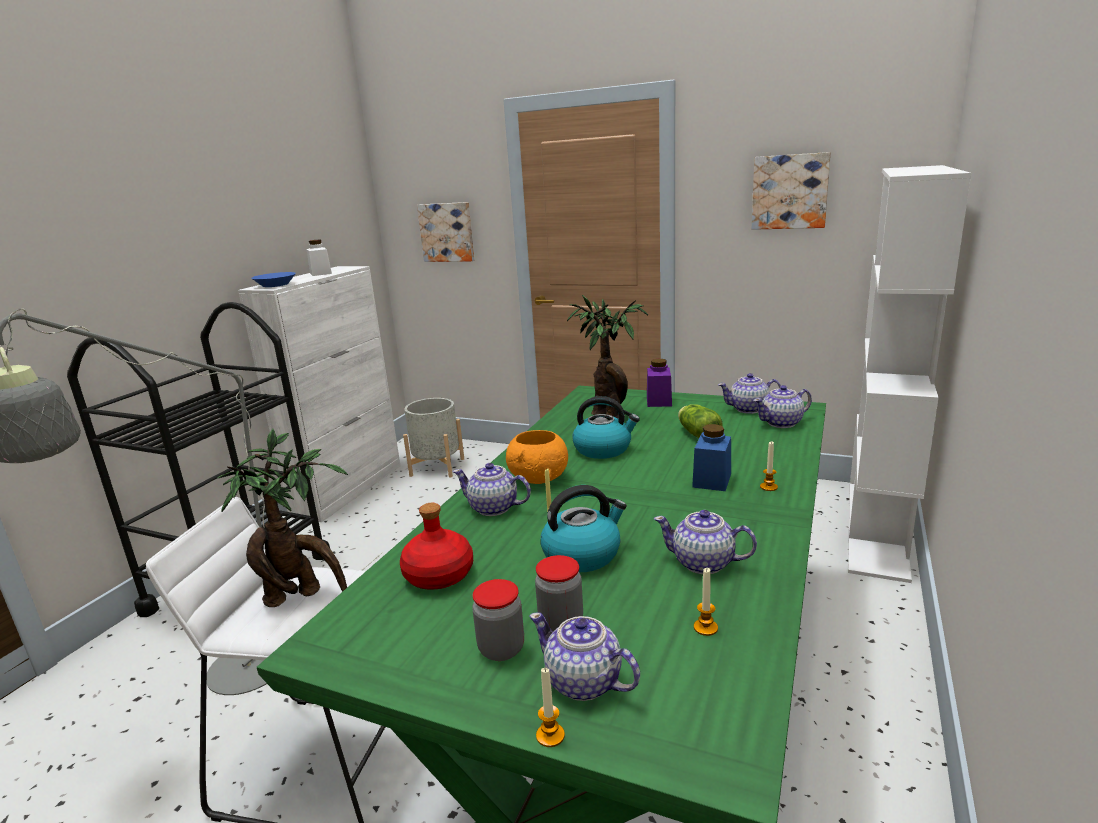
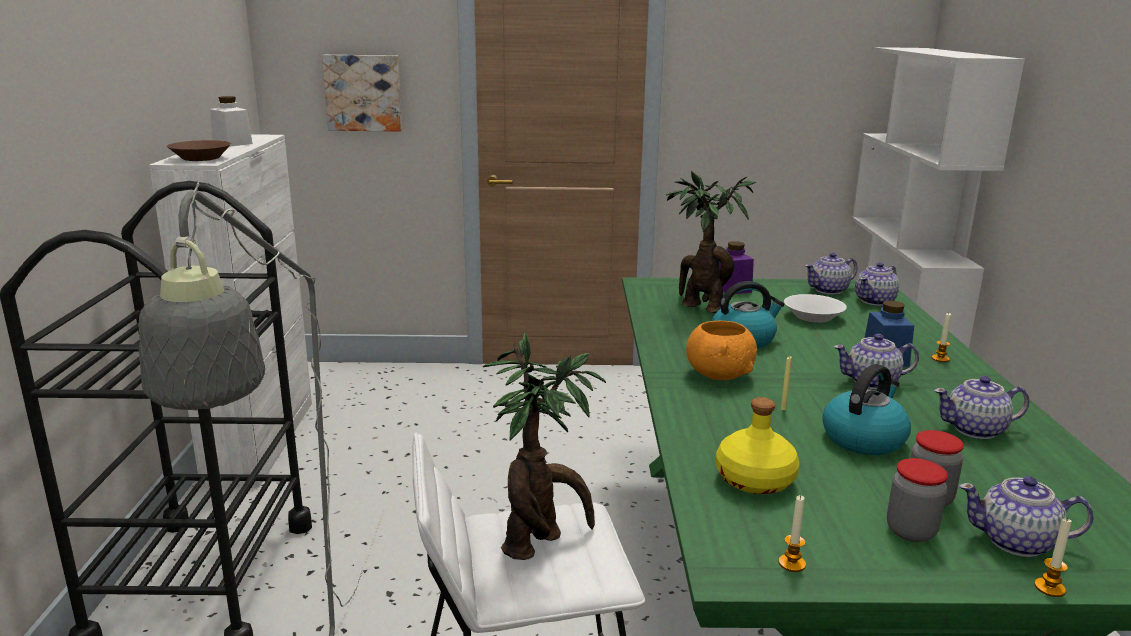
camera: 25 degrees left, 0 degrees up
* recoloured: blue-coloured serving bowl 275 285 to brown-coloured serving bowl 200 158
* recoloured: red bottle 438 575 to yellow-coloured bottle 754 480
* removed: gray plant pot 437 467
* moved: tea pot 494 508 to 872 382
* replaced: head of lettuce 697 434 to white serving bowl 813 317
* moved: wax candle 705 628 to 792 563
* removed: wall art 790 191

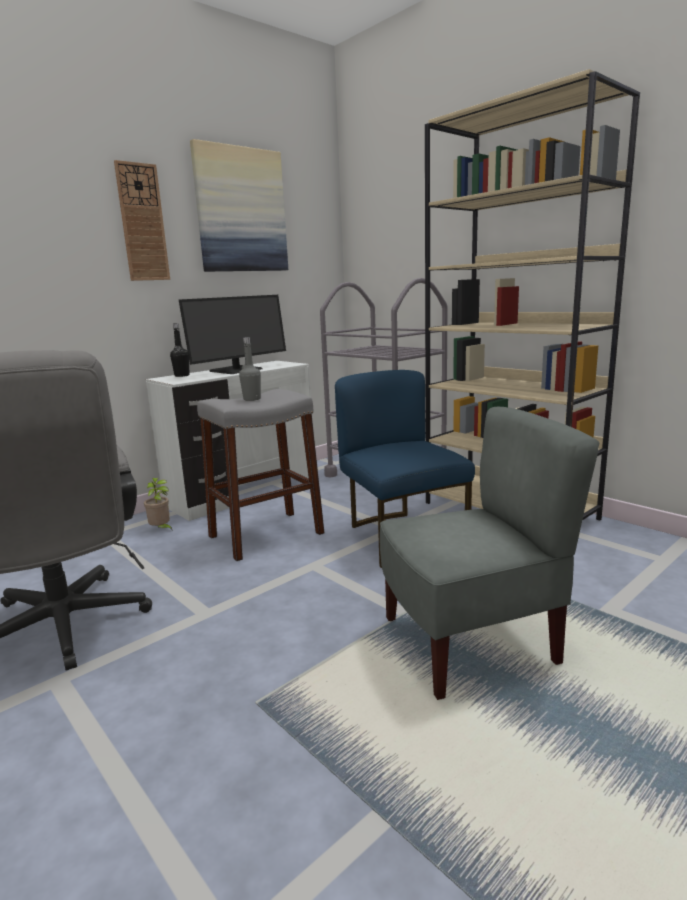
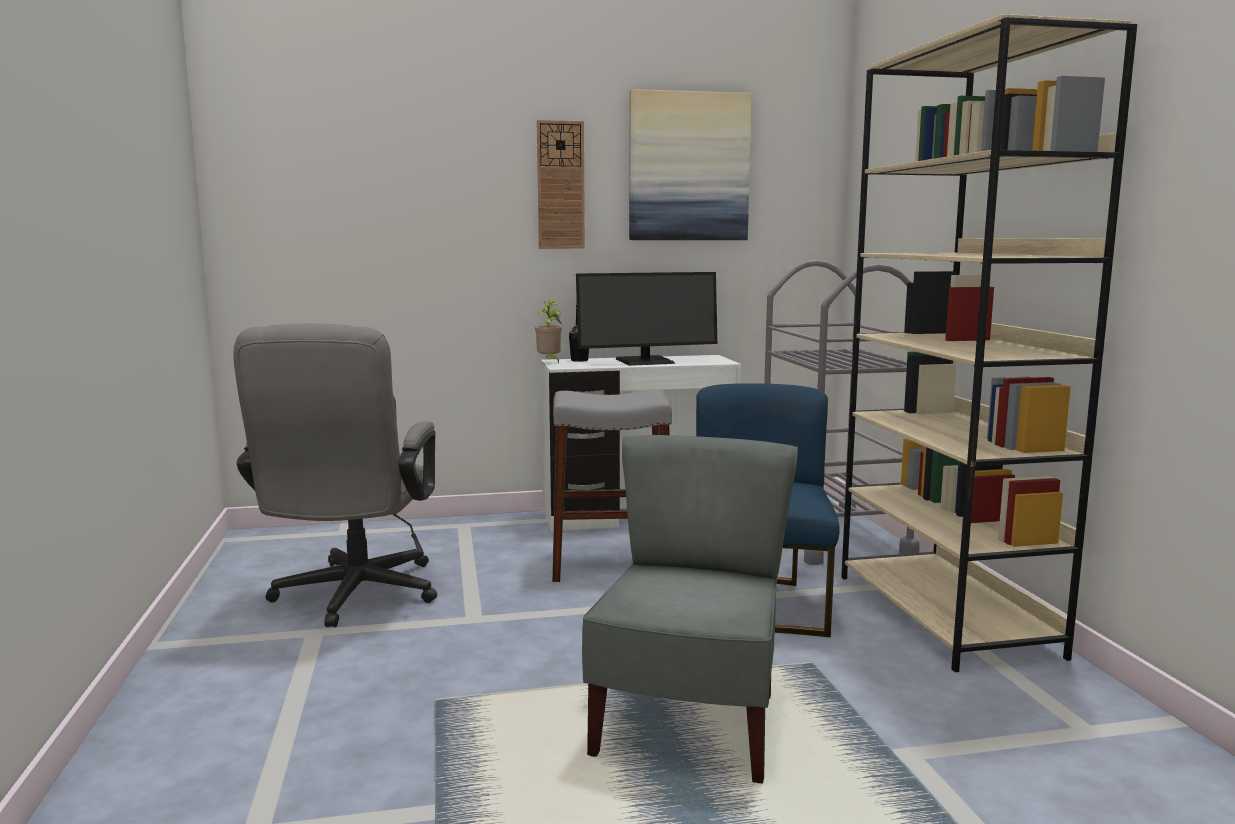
camera: 30 degrees right, 5 degrees down
* moved: potted plant 161 530 to 549 362
* removed: gray bottle 252 399
* turned: gray chair 470 642 = 690 725 90 degrees counterclockwise

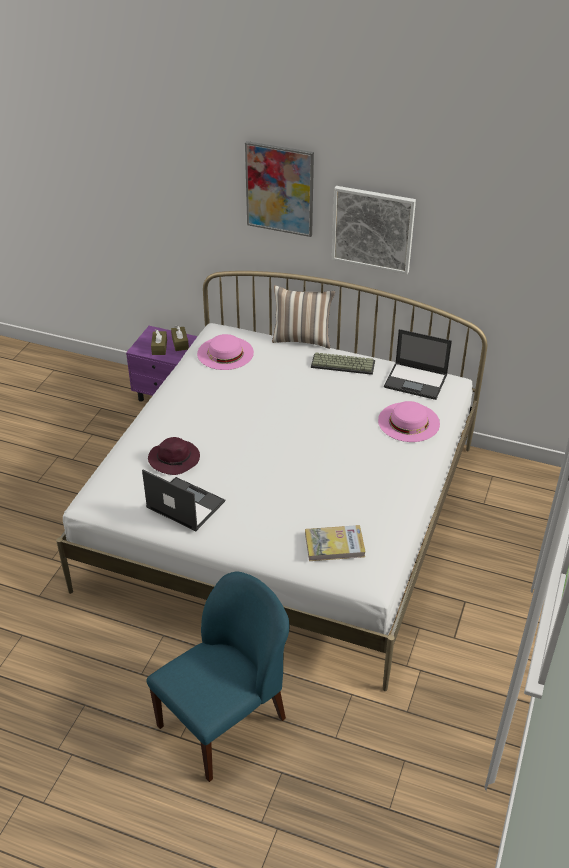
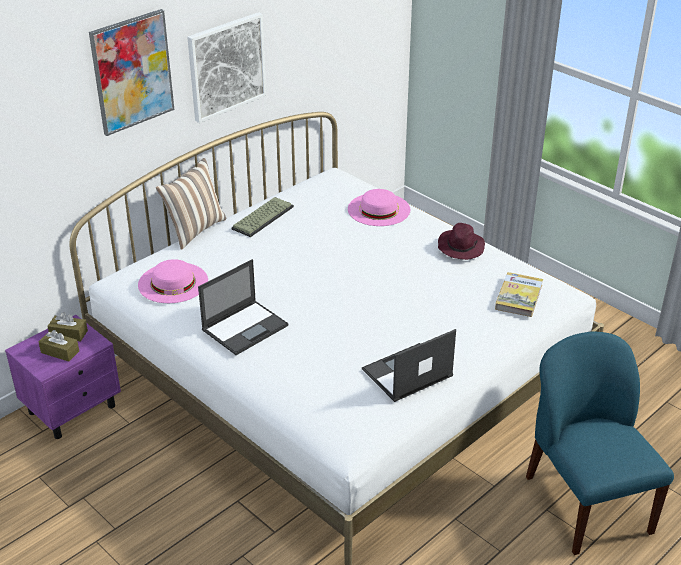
camera: 65 degrees left, 5 degrees down
* moved: purplish wearable hat 175 459 to 460 247
* moved: notebook computer 416 381 to 245 327

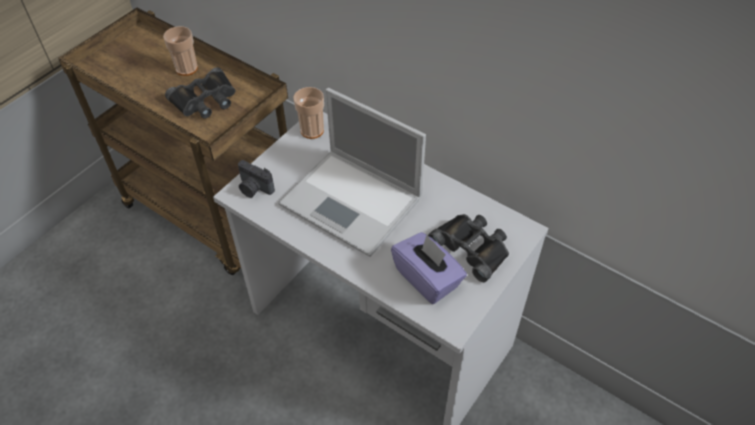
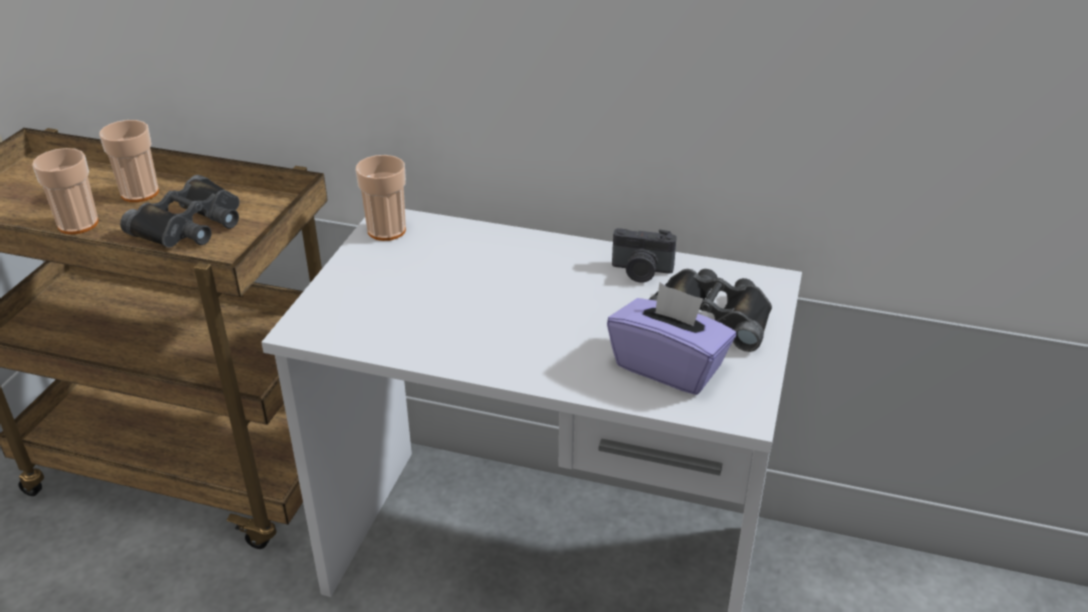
camera: 20 degrees left, 15 degrees down
* moved: photo camera 254 188 to 641 271
* removed: notebook computer 353 202
* added: small cup 78 224

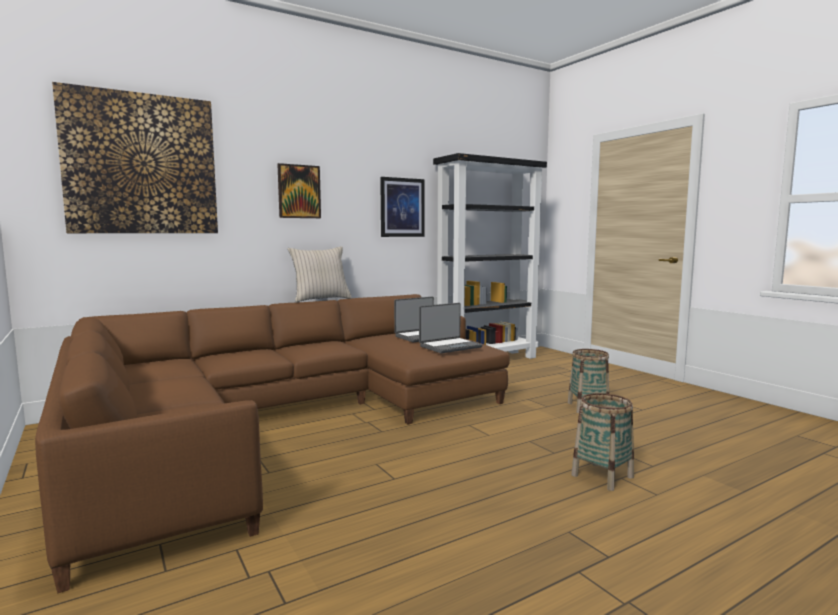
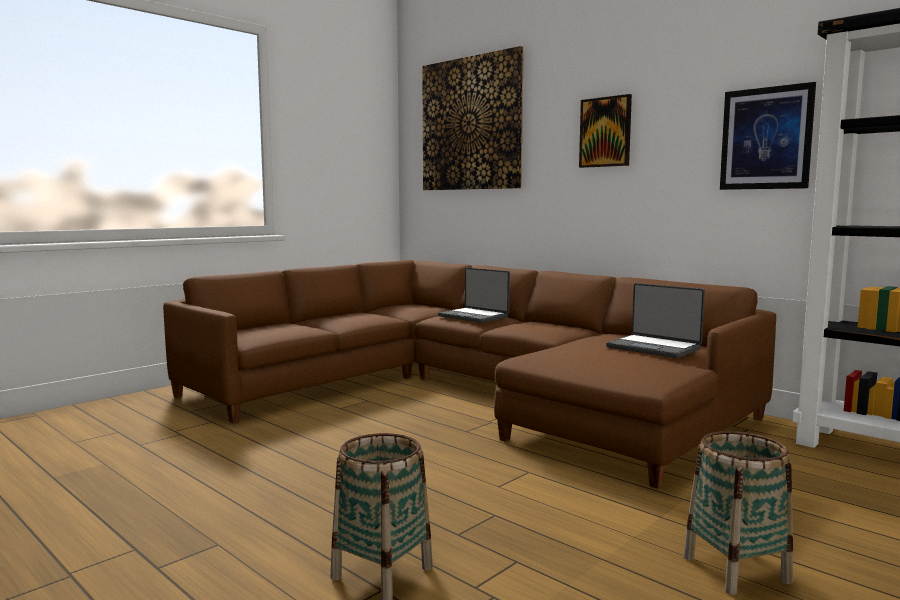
camera: 75 degrees right, 0 degrees up
* removed: beige pillow 320 299
* moved: notebook computer 449 346 to 474 316

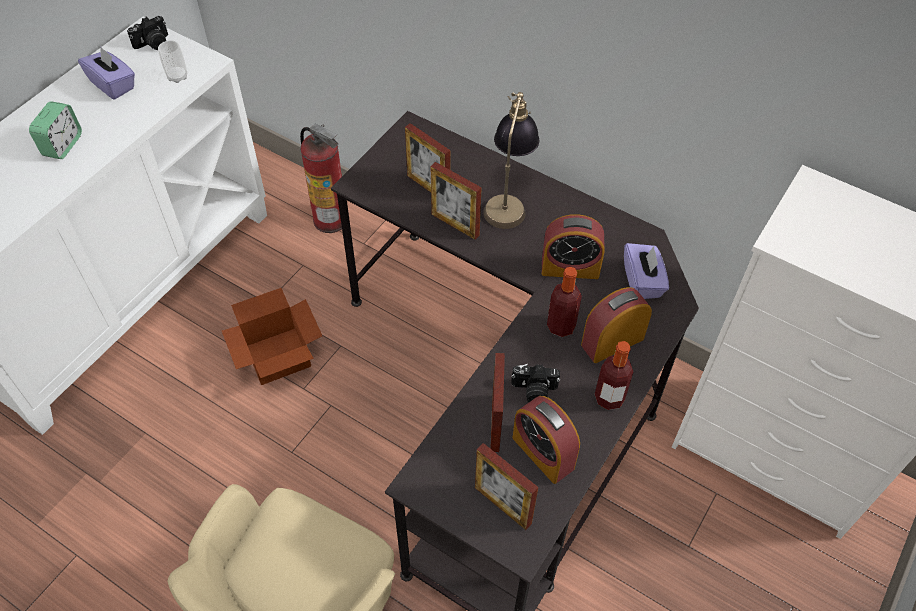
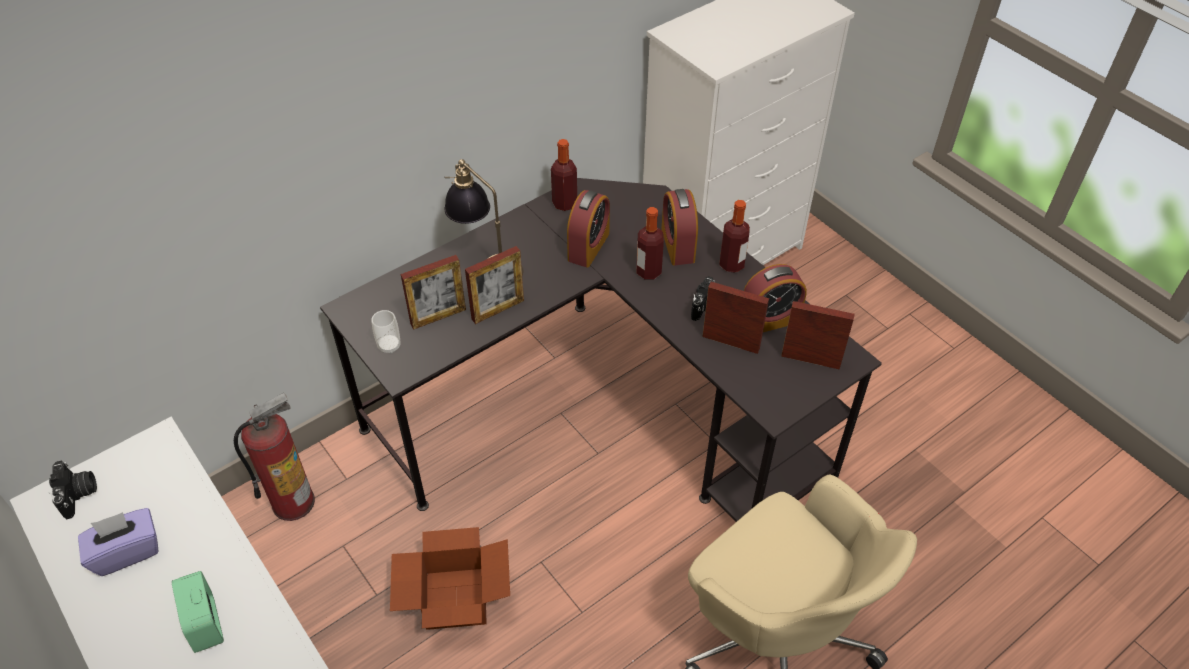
camera: 70 degrees left, 5 degrees down
* turned: table clock 62 145 = 206 624 150 degrees counterclockwise
* moved: small cup 177 77 to 389 346
* turned: photo frame 502 505 = 810 360 135 degrees counterclockwise
* removed: purplish tissue box 642 282
* added: bottle 564 203

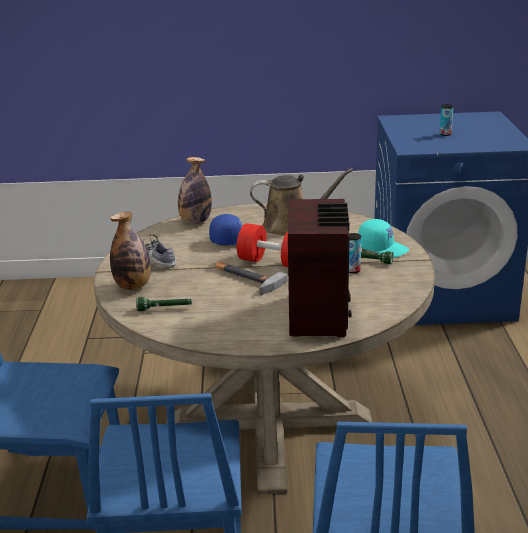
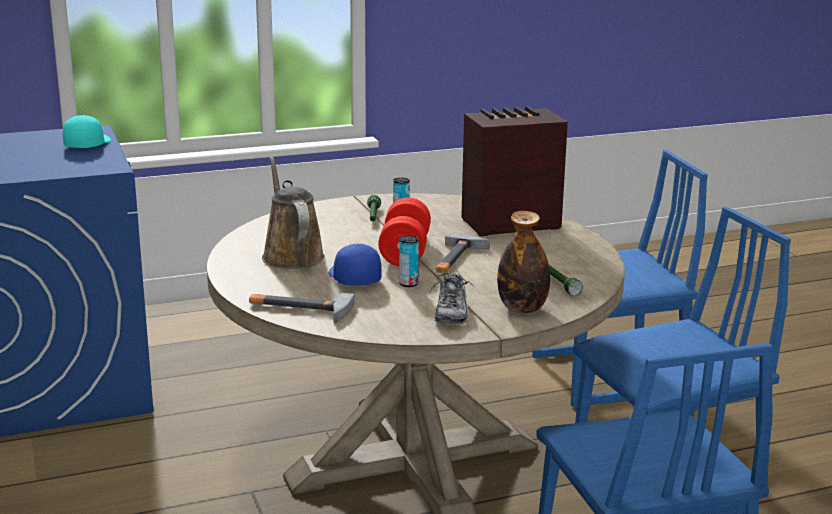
camera: 110 degrees left, 5 degrees down
* replaced: bottle 195 222 to tool hammer 298 309
* moved: blue-green cap 383 248 to 87 144
* moved: can 445 134 to 408 284

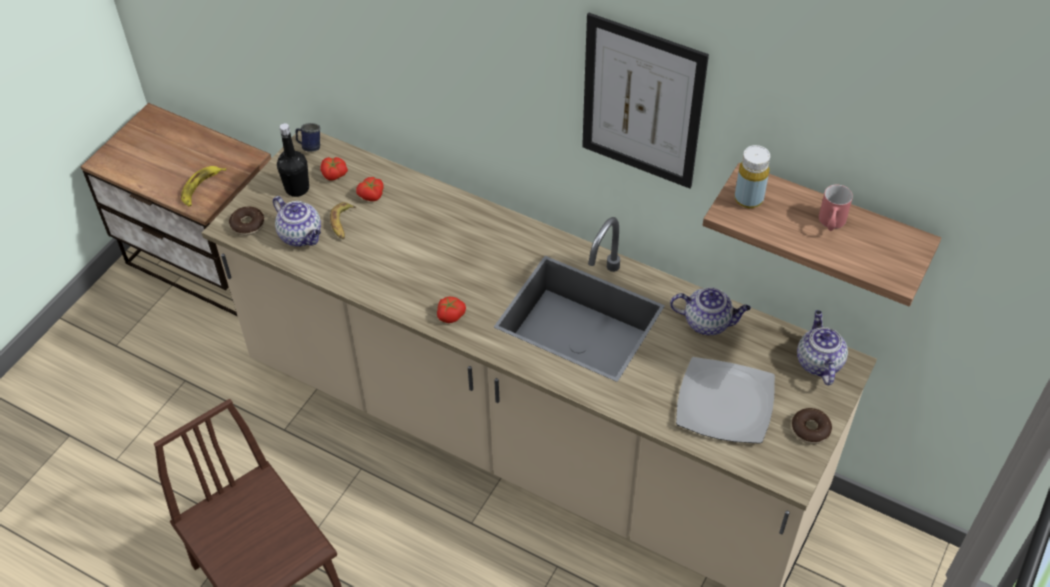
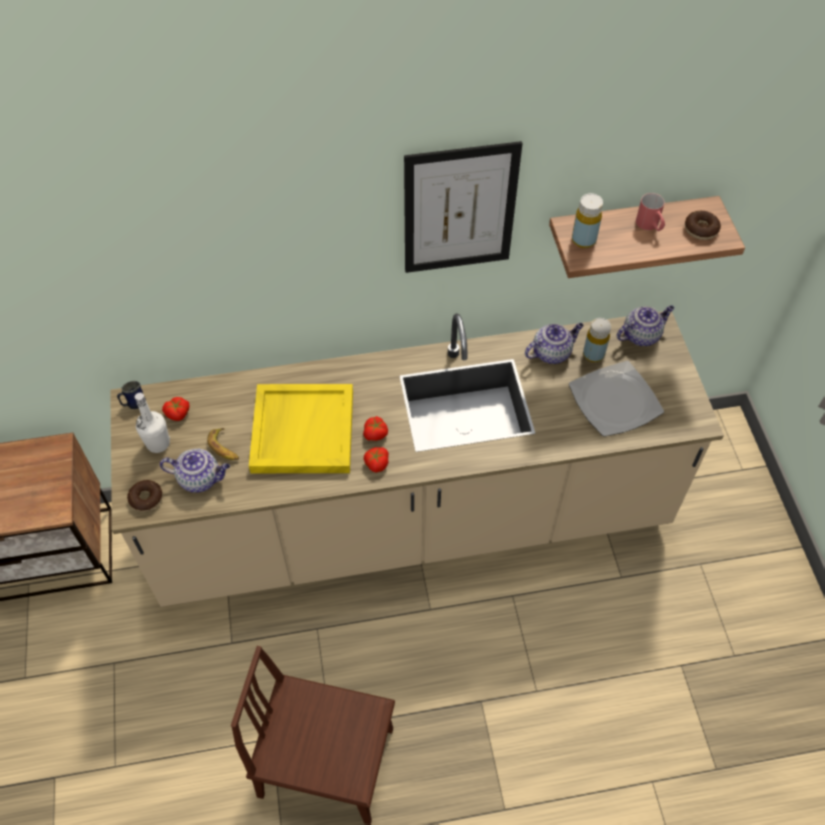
camera: 40 degrees left, 5 degrees up
* removed: banana fruit 201 188
* recoloured: black bottle 297 188 to white bottle 158 443
* moved: tomato 372 196 to 376 434
* moved: donut 810 429 to 700 229
* turned: tea pot 818 362 = 641 335 105 degrees clockwise
* added: yellow-coloured tray 302 430
* added: yellow-coloured bottle 593 354

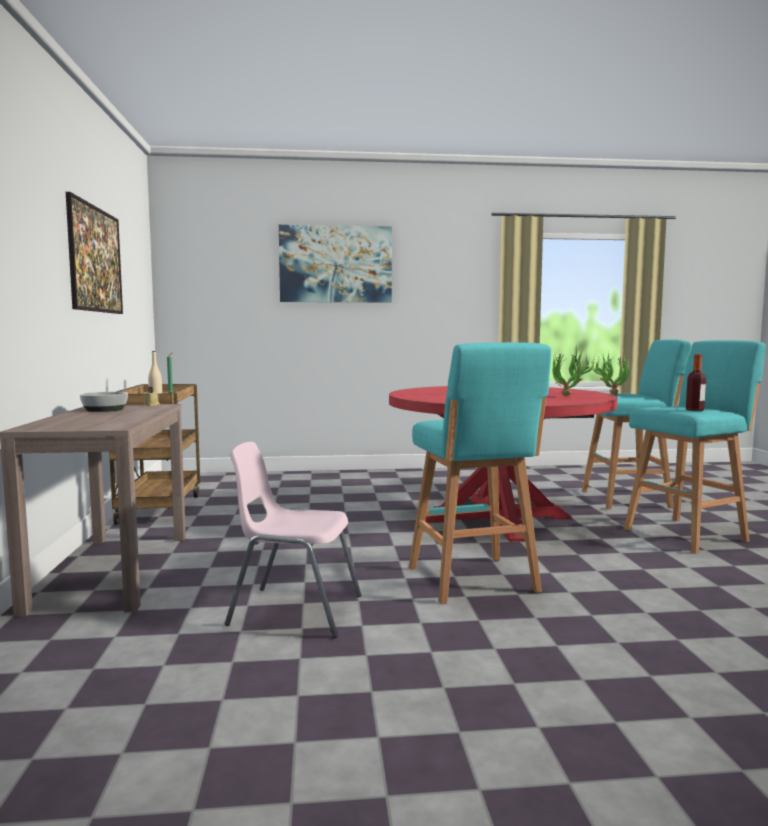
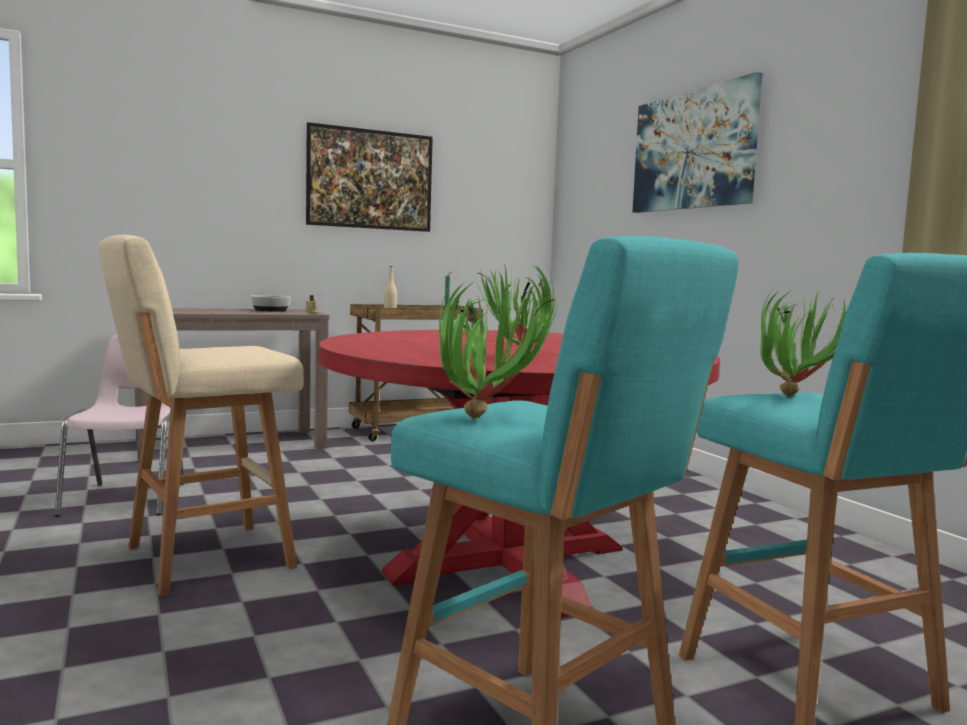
camera: 70 degrees right, 0 degrees up
* recoloured: blue-green stool 473 581 to beige stool 203 559
* replaced: bottle 694 410 to potted plant 485 416

